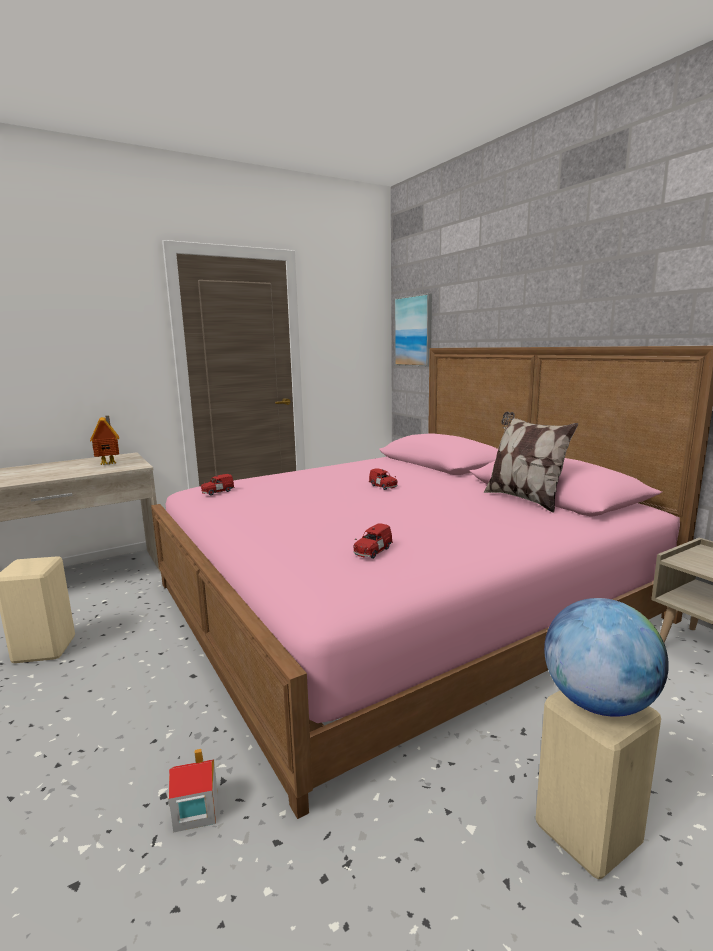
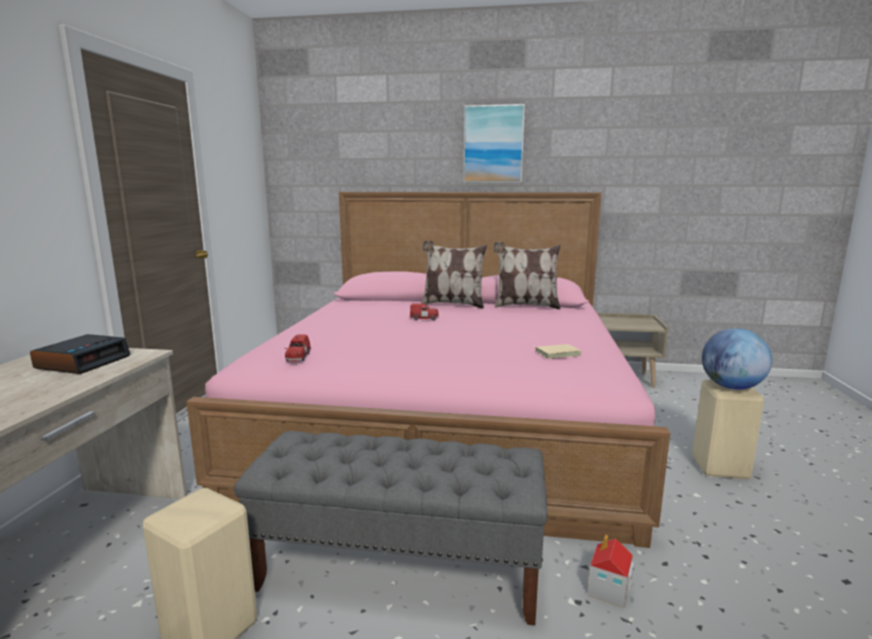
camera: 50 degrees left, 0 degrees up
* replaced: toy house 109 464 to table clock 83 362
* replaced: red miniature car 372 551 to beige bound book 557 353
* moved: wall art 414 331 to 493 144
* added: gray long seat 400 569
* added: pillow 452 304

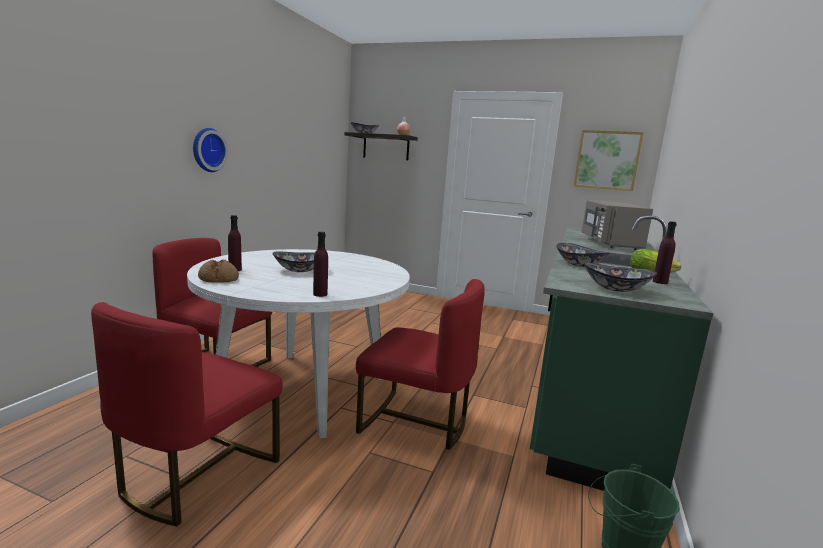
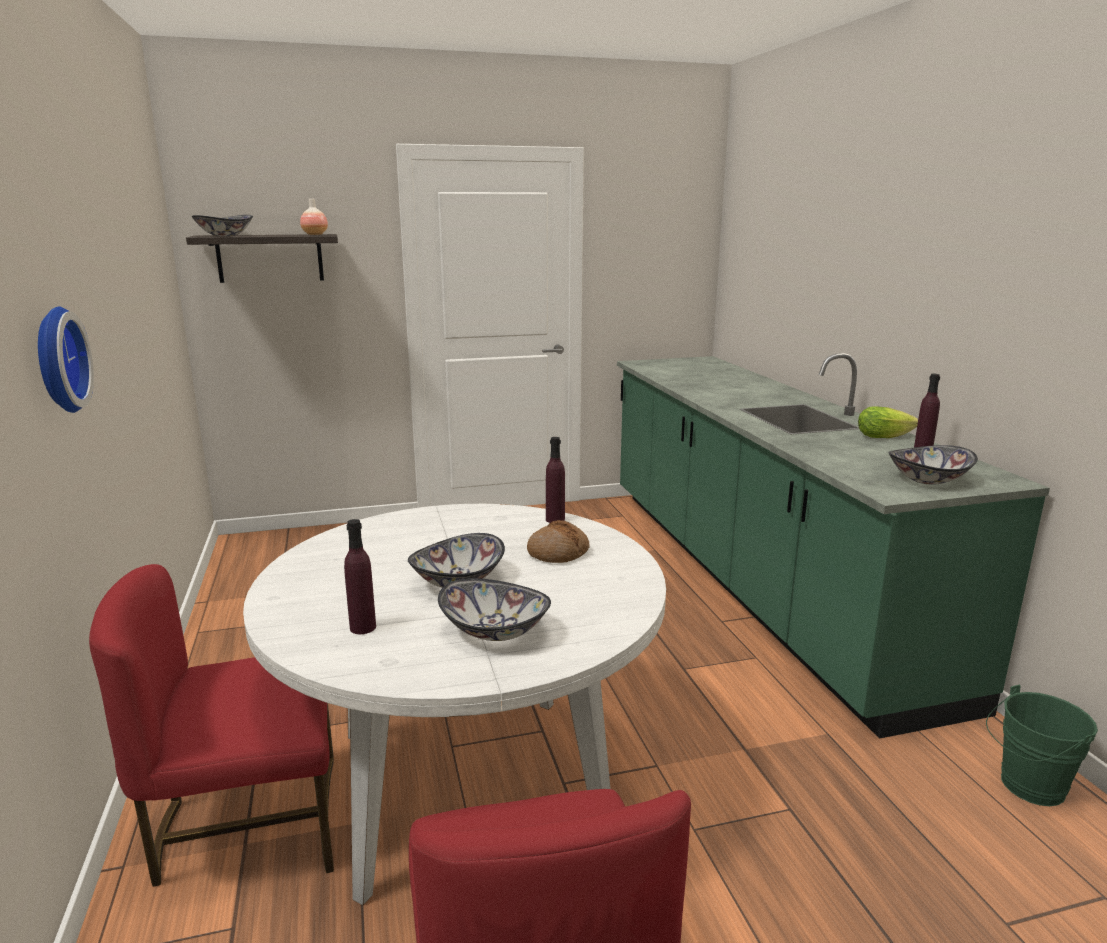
camera: 35 degrees left, 5 degrees up
* moved: bakery bread 218 279 to 558 552
* moved: purplish bottle 320 294 to 555 519
* removed: red chair 416 421
* moved: serving bowl 579 265 to 494 632
* removed: wall art 607 160
* removed: gray kitchen microwave 609 243

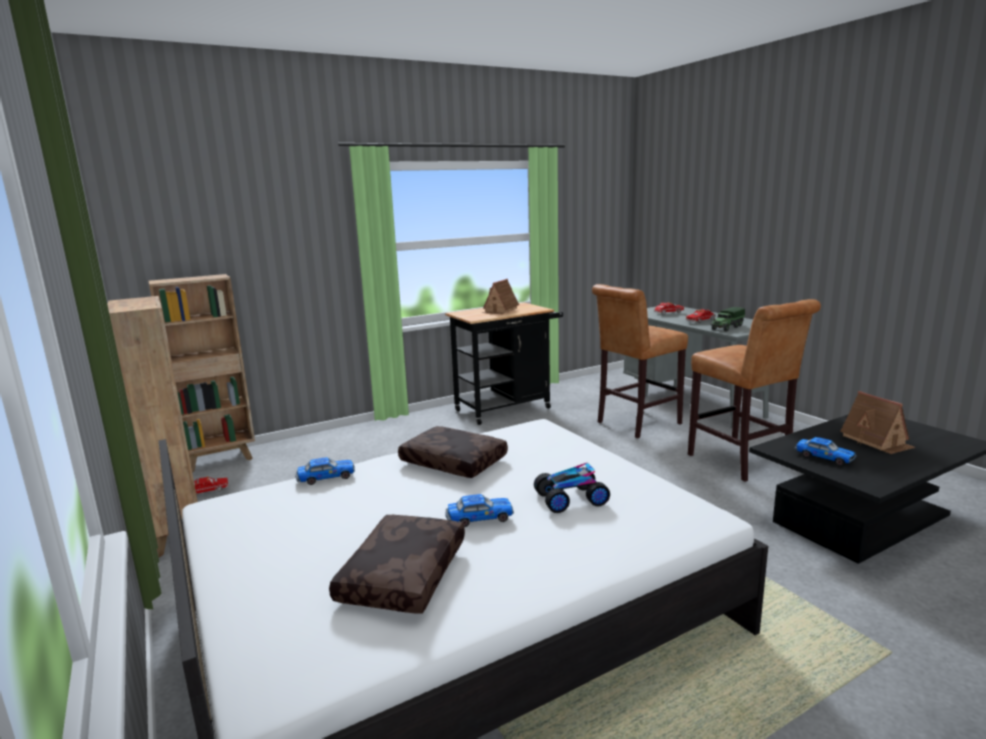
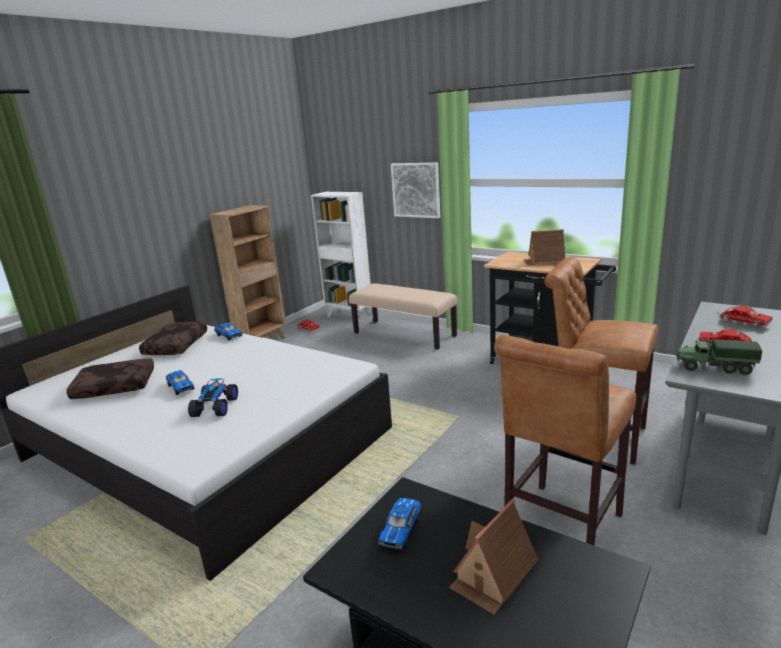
camera: 65 degrees right, 5 degrees up
* recoloured: brown-coloured shelving unit 220 460 to white shelving unit 349 315
* moved: brown-coloured pillow 452 462 to 175 345
* turned: miniature car 570 499 = 214 407 135 degrees counterclockwise
* added: beige long seat 405 334
* added: wall art 416 190

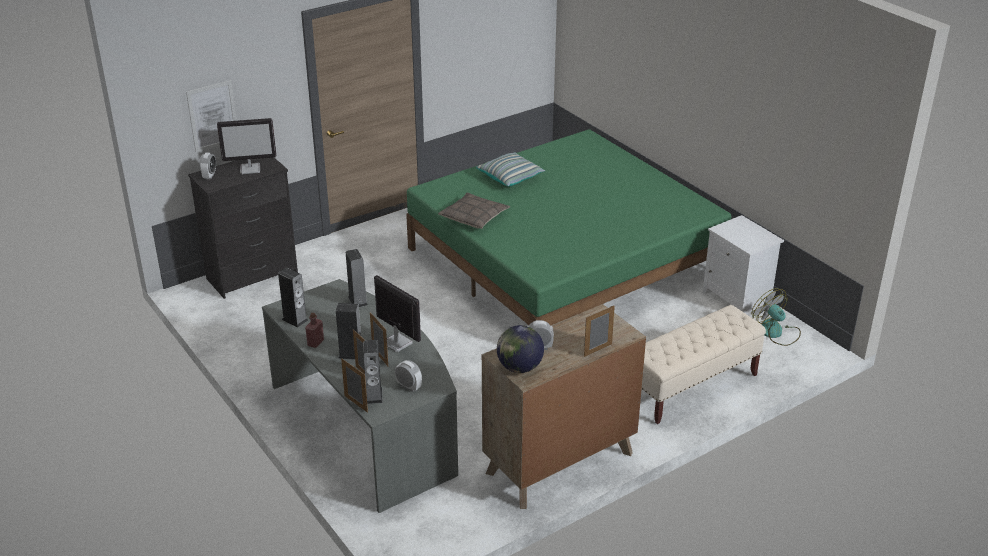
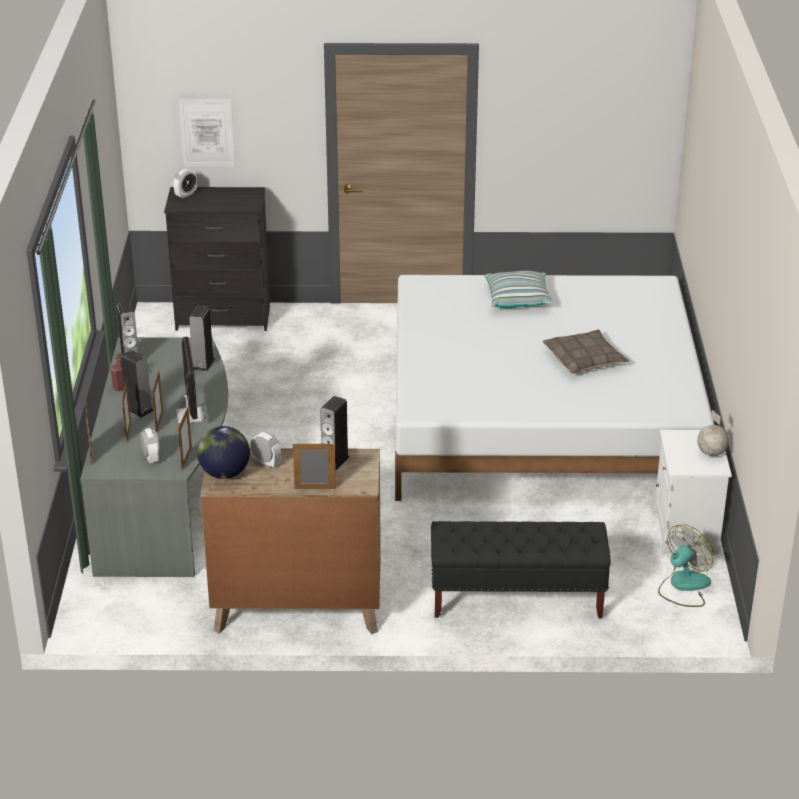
camera: 35 degrees right, 0 degrees up
* removed: computer screen 250 169
* moved: audio speaker 374 395 to 334 461
* recoloured: green sleeping bed 564 261 to white sleeping bed 542 419
* moved: pillow 474 217 to 584 359
* recoloured: beige long seat 691 387 to black long seat 516 598
* turned: fan 776 333 = 683 586 45 degrees clockwise
* added: photo frame 186 459
* added: world globe 711 453

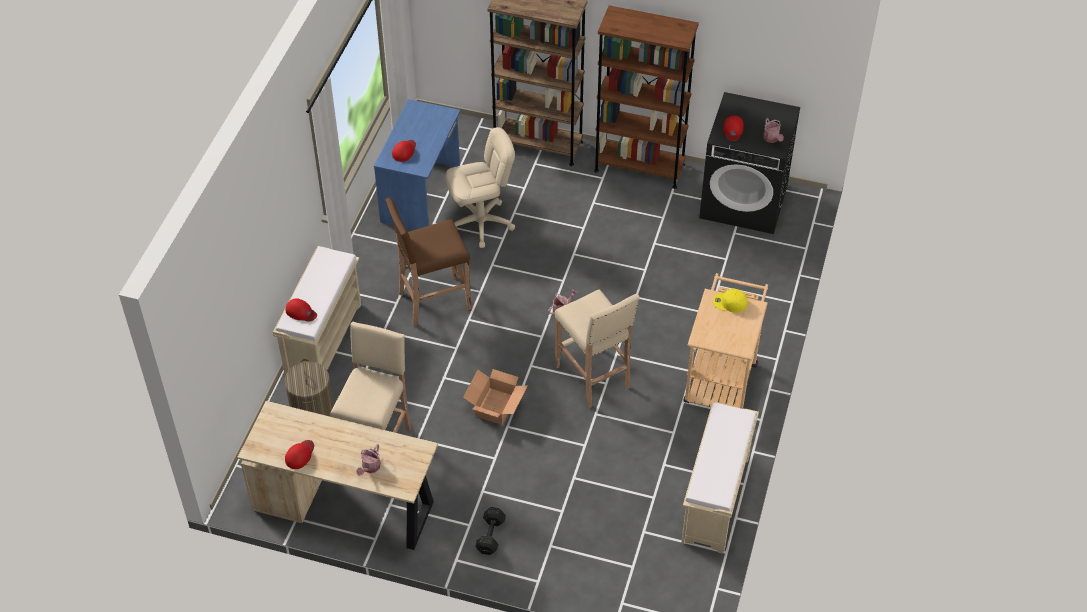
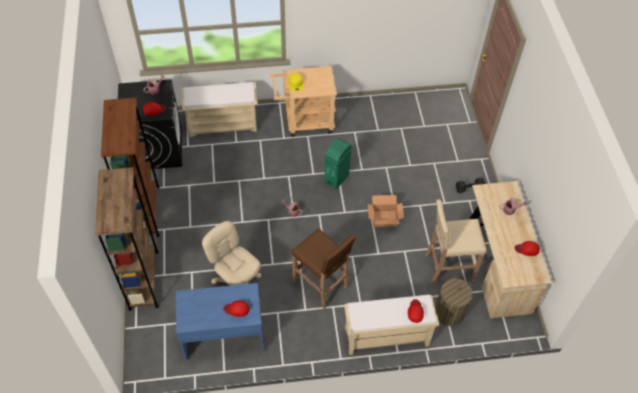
camera: 115 degrees left, 5 degrees up
* replaced: beige stool 593 378 to green rubbish bin 337 178
* moved: beige long seat 715 501 to 223 124

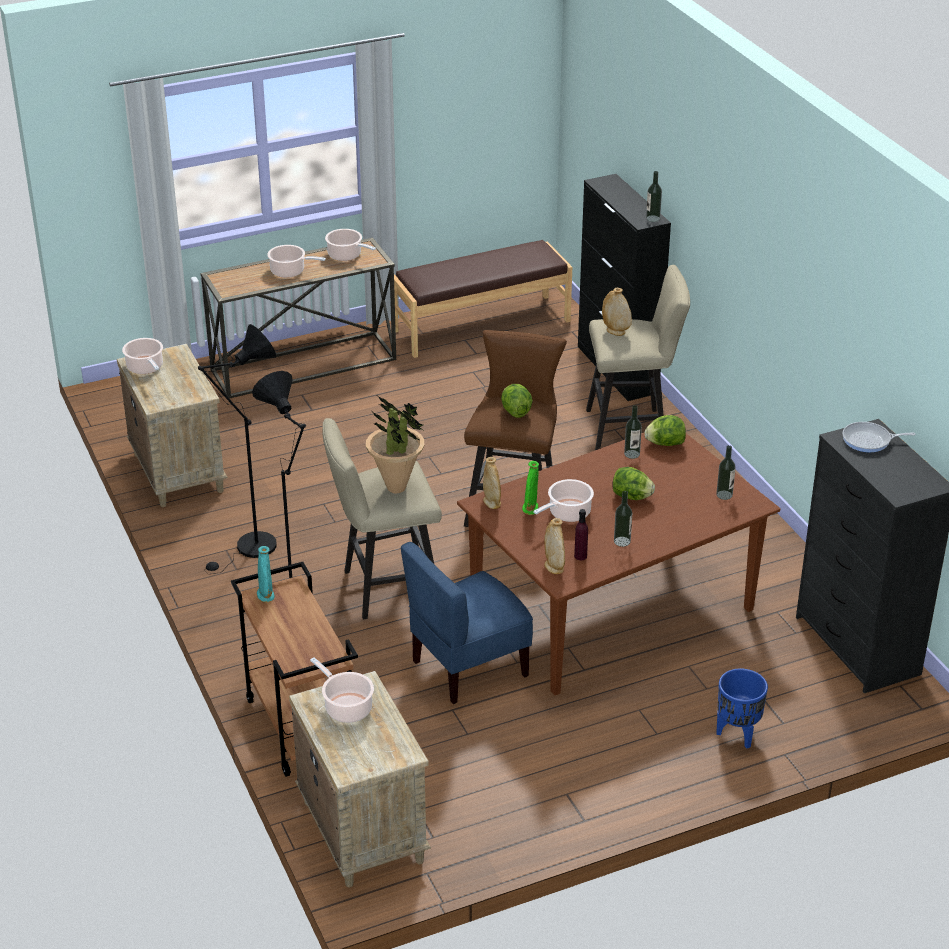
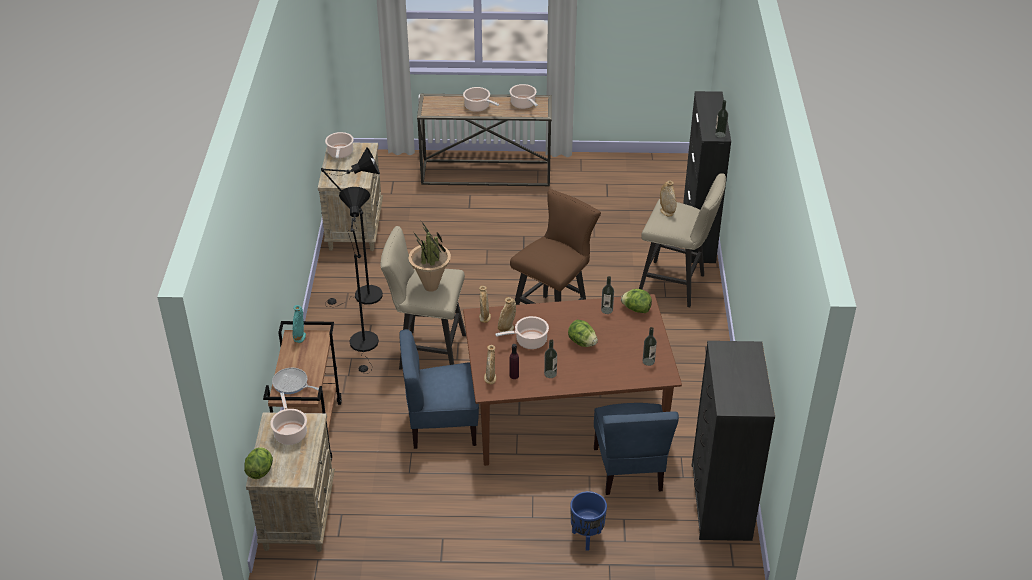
camera: 25 degrees right, 5 degrees up
* removed: brown-coloured long seat 481 325
* moved: head of lettuce 515 411 to 260 470
* recoloured: green decorative vase 530 508 to beige decorative vase 507 329
* moved: skillet 869 440 to 292 384
* added: blue-coloured chair 629 469

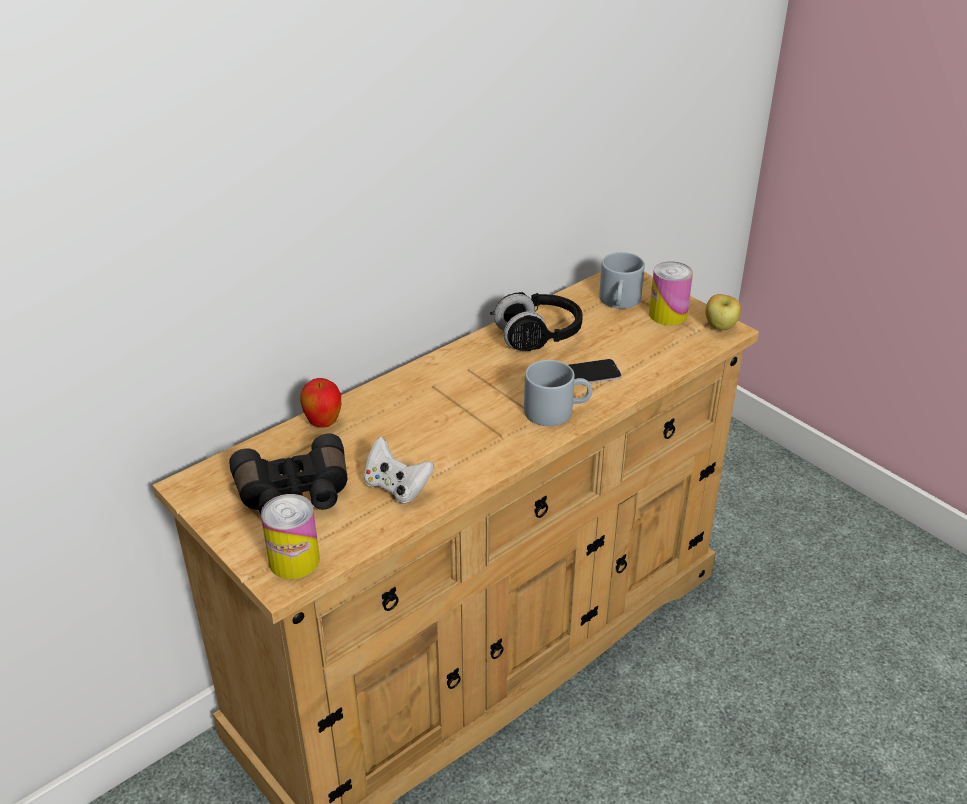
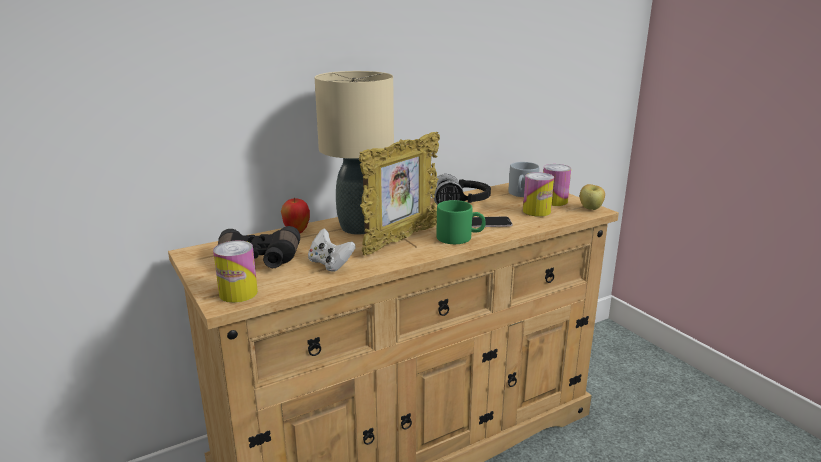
camera: 10 degrees right, 15 degrees down
* recoloured: gray coffee mug 556 410 to green coffee mug 460 237
* added: beige table lamp 360 228
* added: photo frame 400 240
* added: can 536 211

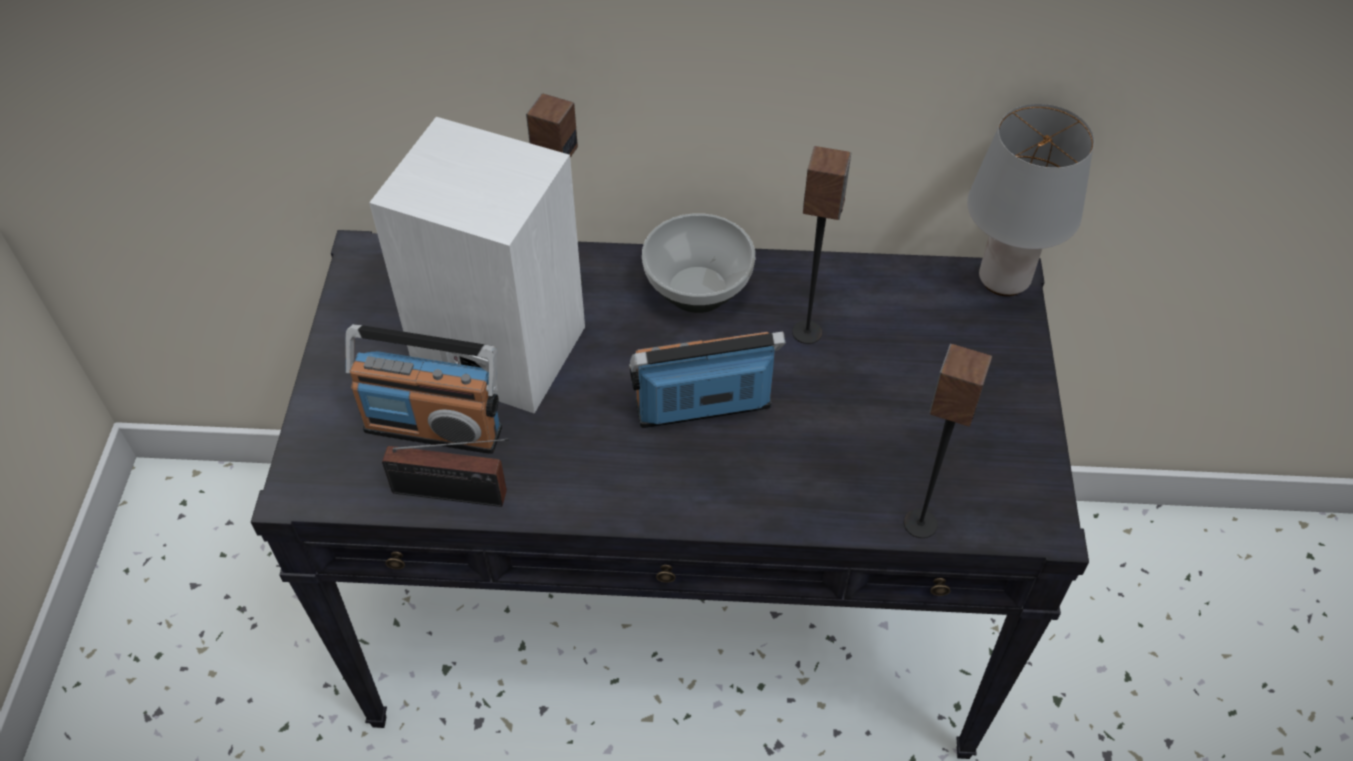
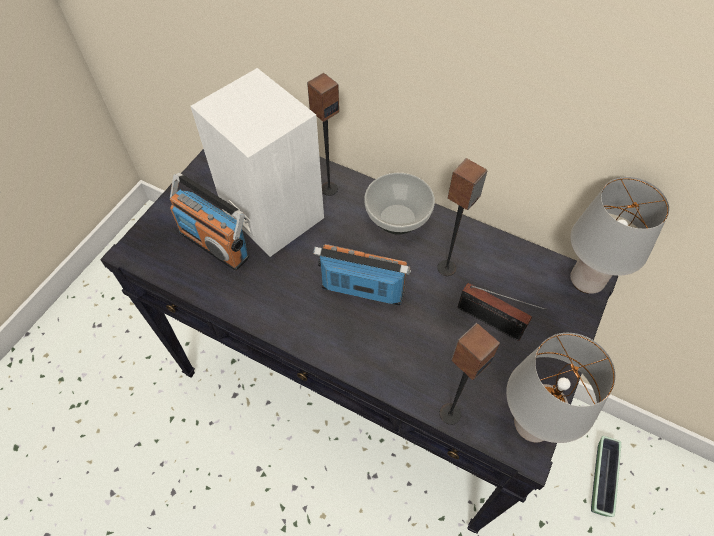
camera: 25 degrees right, 5 degrees up
* moved: radio set 456 494 to 493 322
* added: gray table lamp 532 425
* added: plant pot 601 479

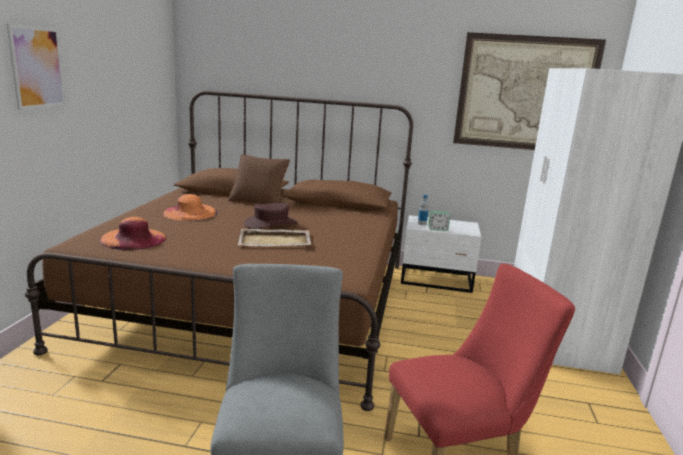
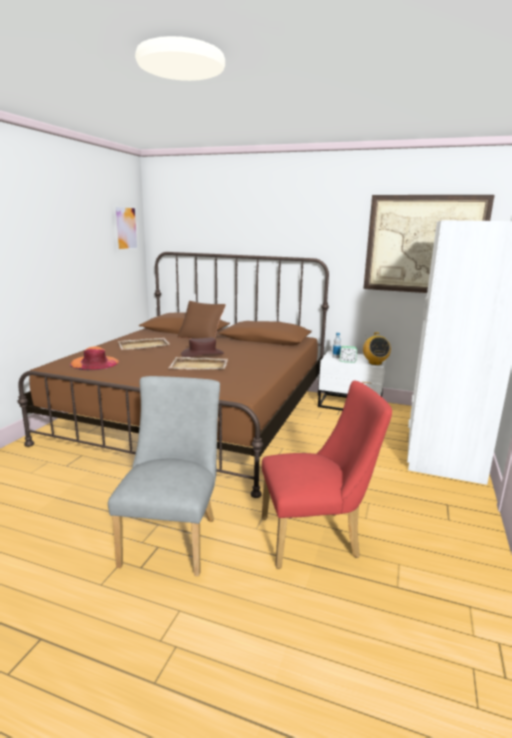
camera: 10 degrees right, 0 degrees up
* moved: wall art 37 67 to 126 228
* replaced: orange wearable hat 190 212 to beige tray 144 345
* added: radio set 375 363

